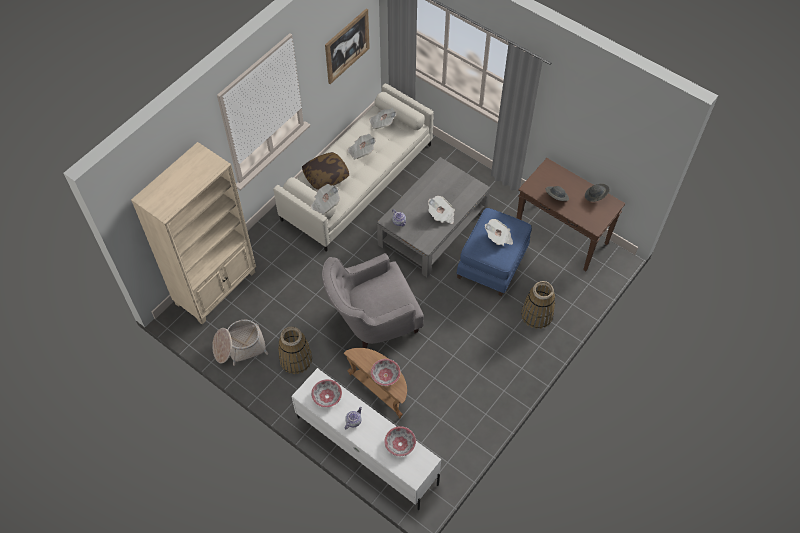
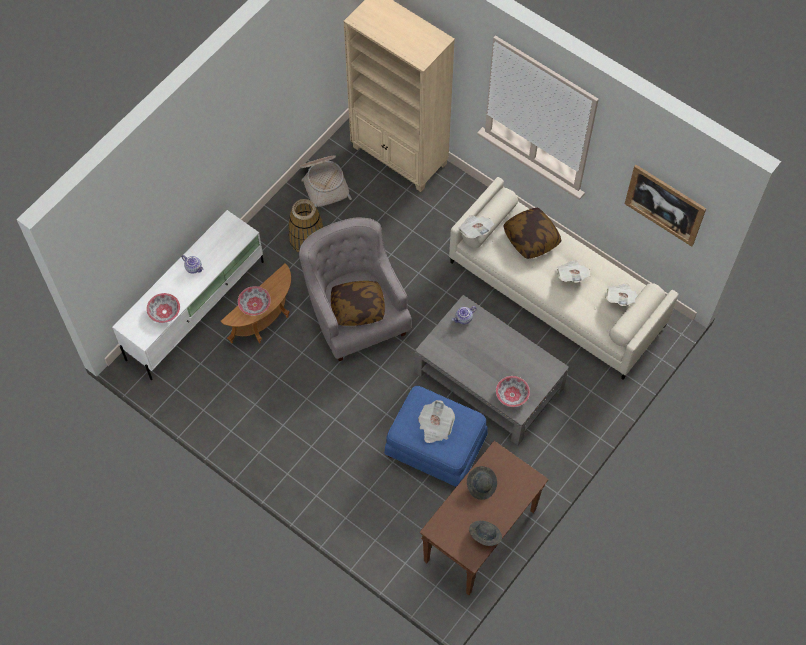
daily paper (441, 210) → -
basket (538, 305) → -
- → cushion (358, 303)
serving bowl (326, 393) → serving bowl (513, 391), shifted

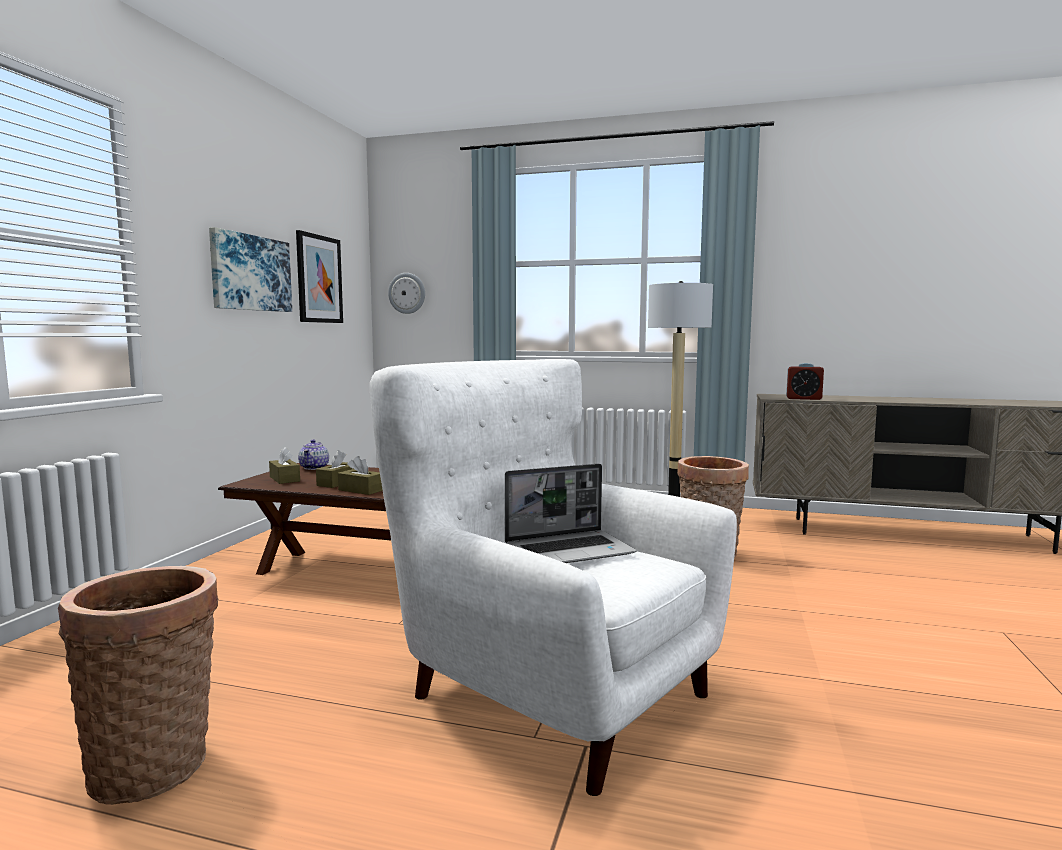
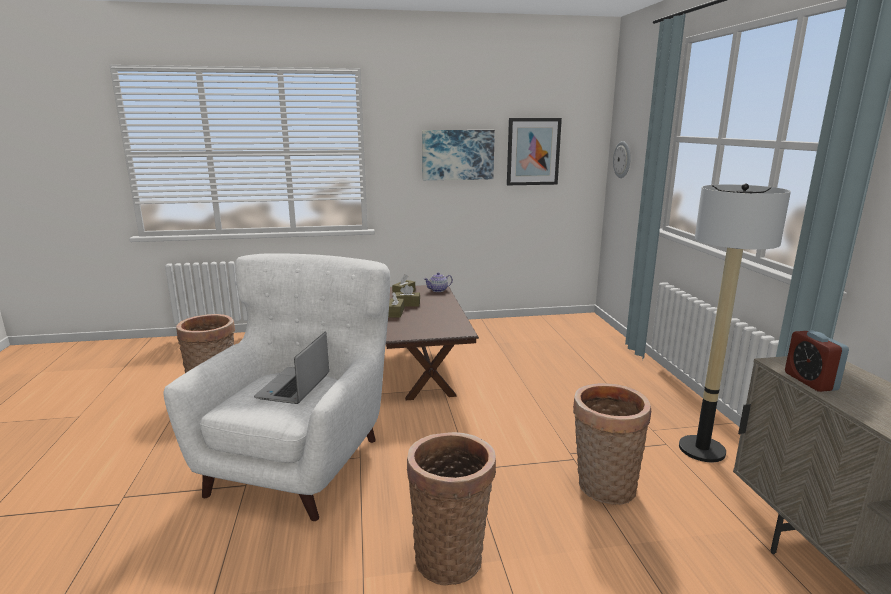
- → basket (451, 508)
portable computer (570, 513) → portable computer (291, 368), 60 degrees clockwise

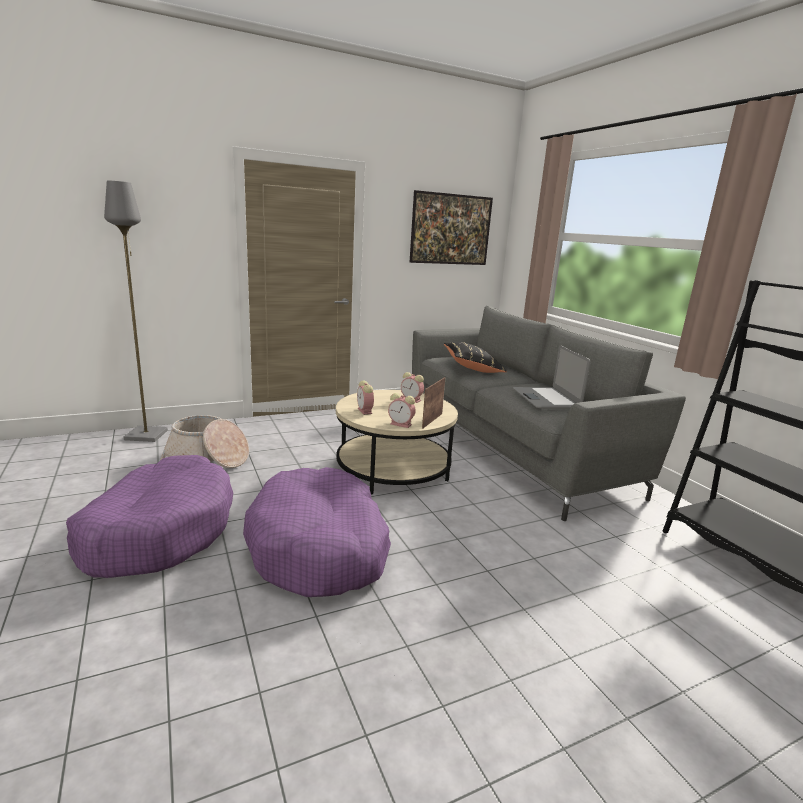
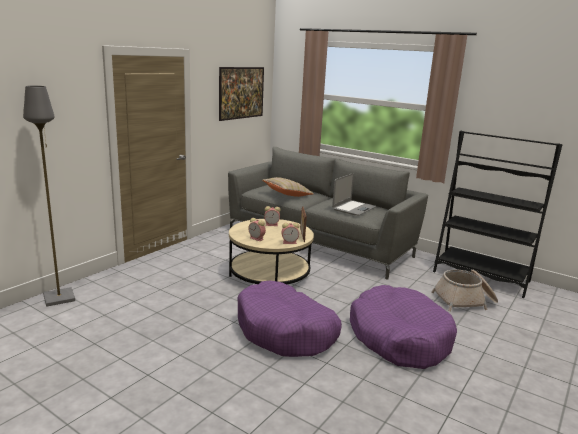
purple pet bed (149, 516) → purple pet bed (403, 327), shifted
basket (204, 441) → basket (464, 290), shifted
black-coloured cushion (475, 357) → beige-coloured cushion (288, 187)
portable computer (552, 377) → portable computer (354, 194), 105 degrees counterclockwise

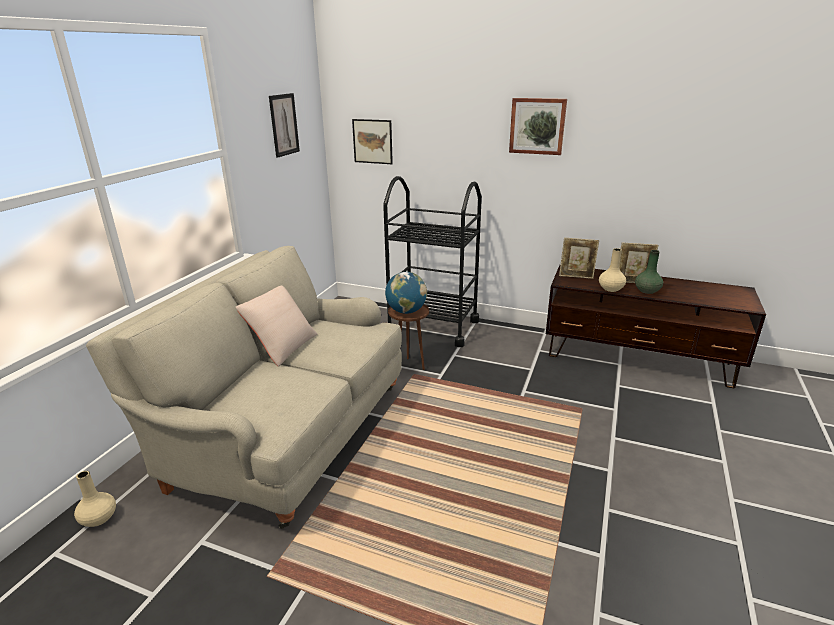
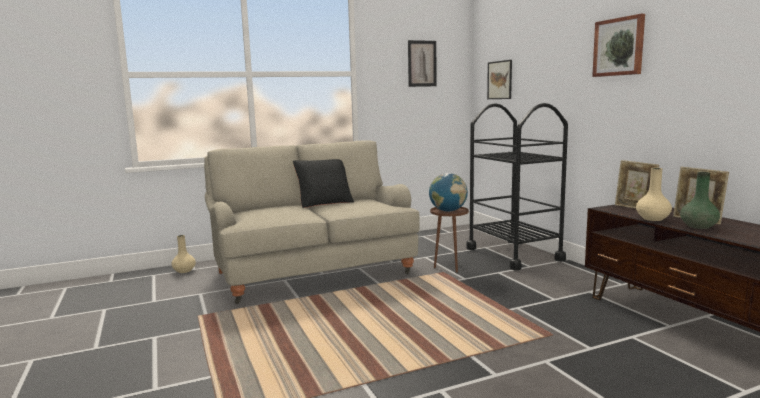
beige-coloured cushion (276, 326) → black-coloured cushion (323, 183)

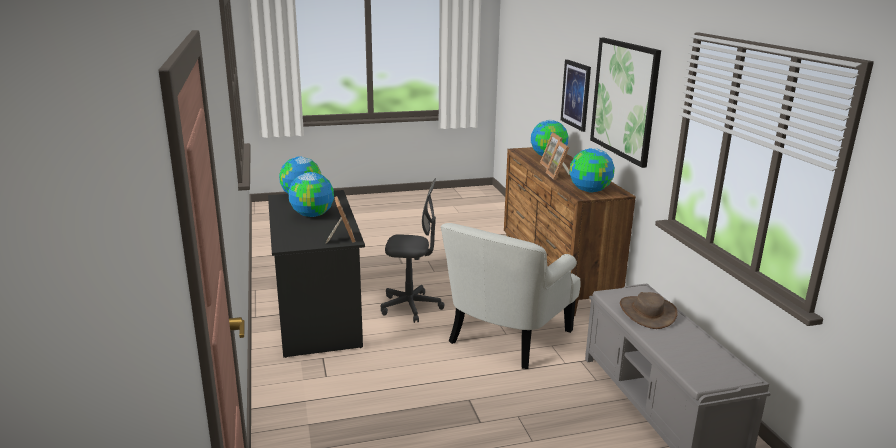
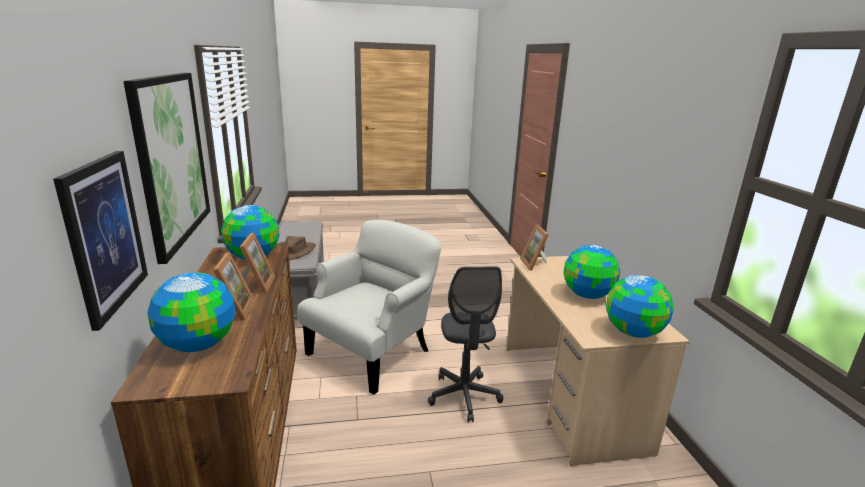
black-coloured desk unit (316, 274) → beige-coloured desk unit (598, 361)
greyish computer chair (412, 250) → greyish computer chair (465, 344), 105 degrees counterclockwise

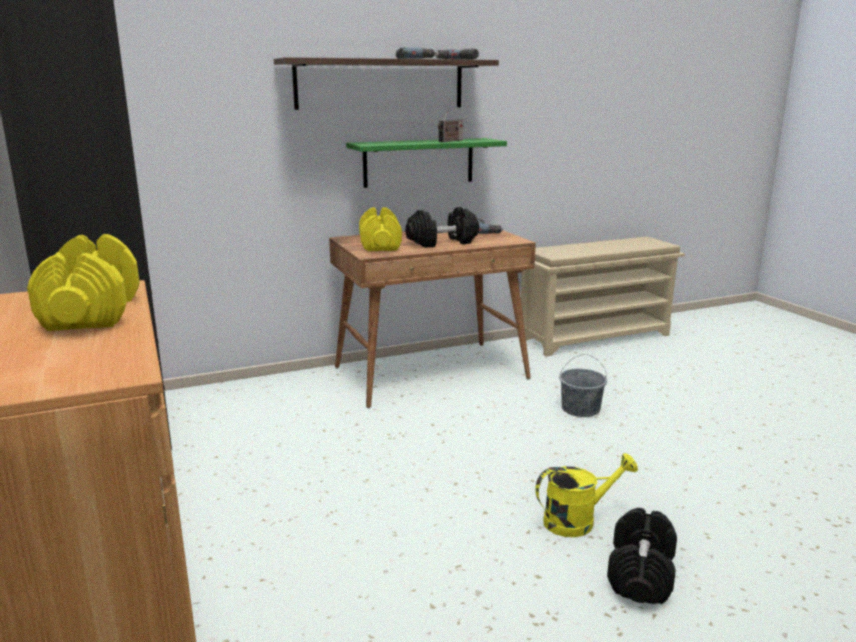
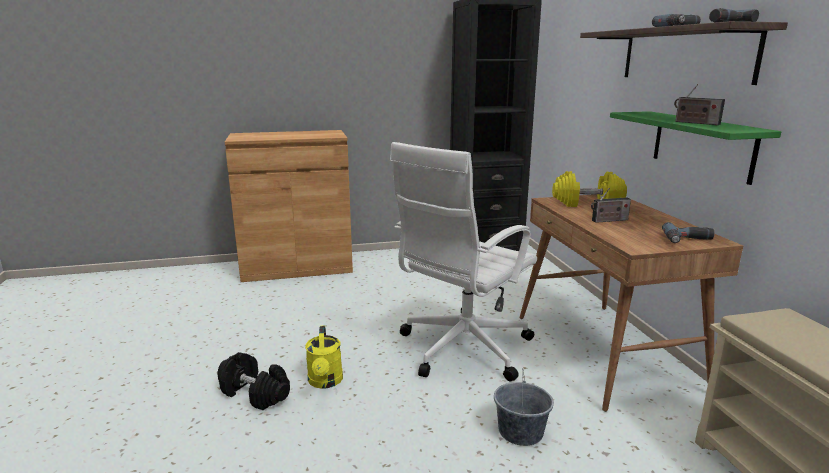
yellowish hand weight (83, 282) → -
- → whitish computer chair (463, 261)
black-coloured hand weight (442, 227) → radio receiver (611, 205)

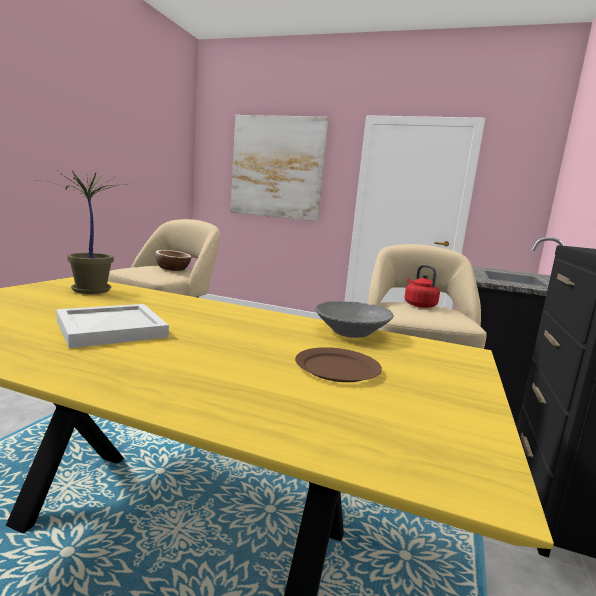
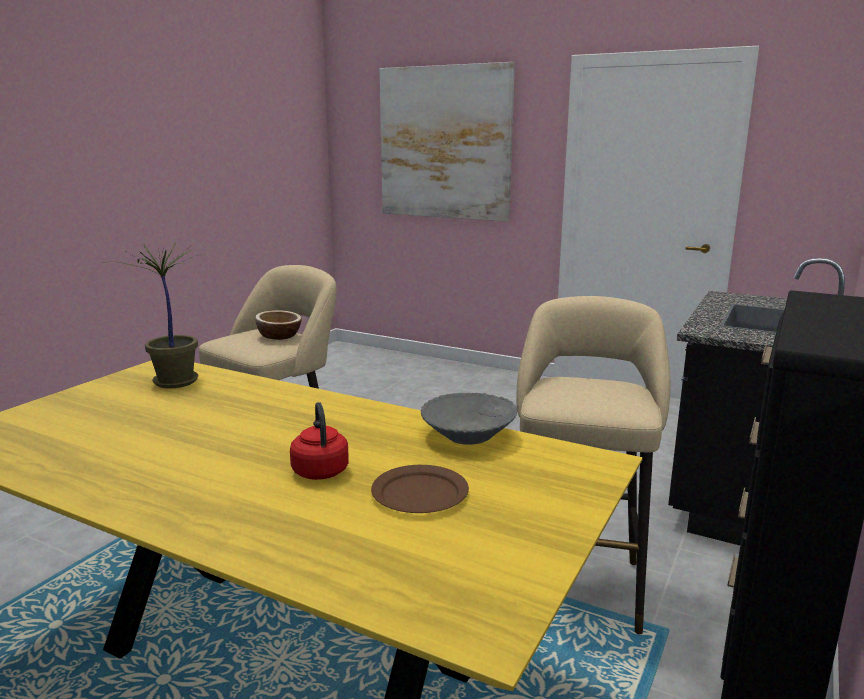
whitish serving tray (112, 326) → -
red-coloured tea kettle (422, 286) → red-coloured tea kettle (319, 441), shifted

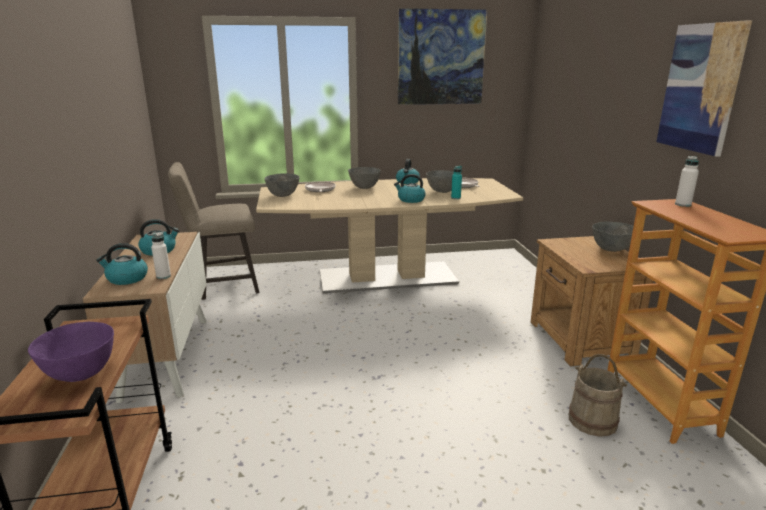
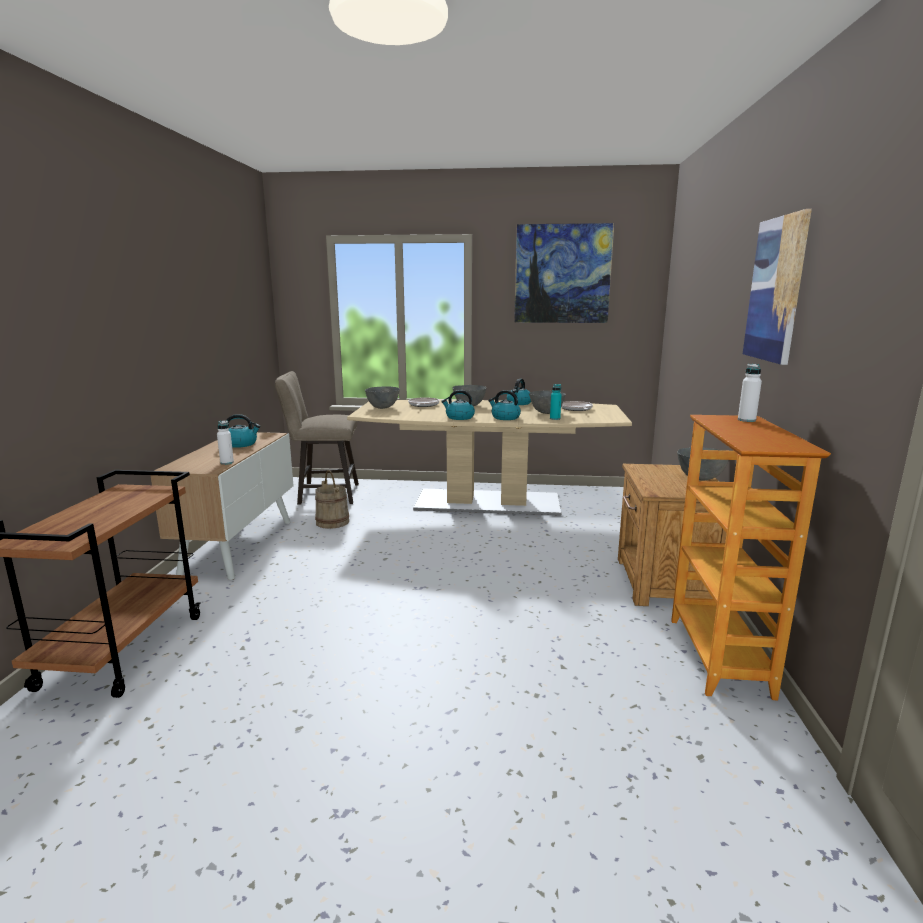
purple serving bowl (71, 352) → -
tea kettle (122, 264) → tea kettle (458, 405), shifted
beige-coloured water bucket (598, 395) → beige-coloured water bucket (332, 499), shifted

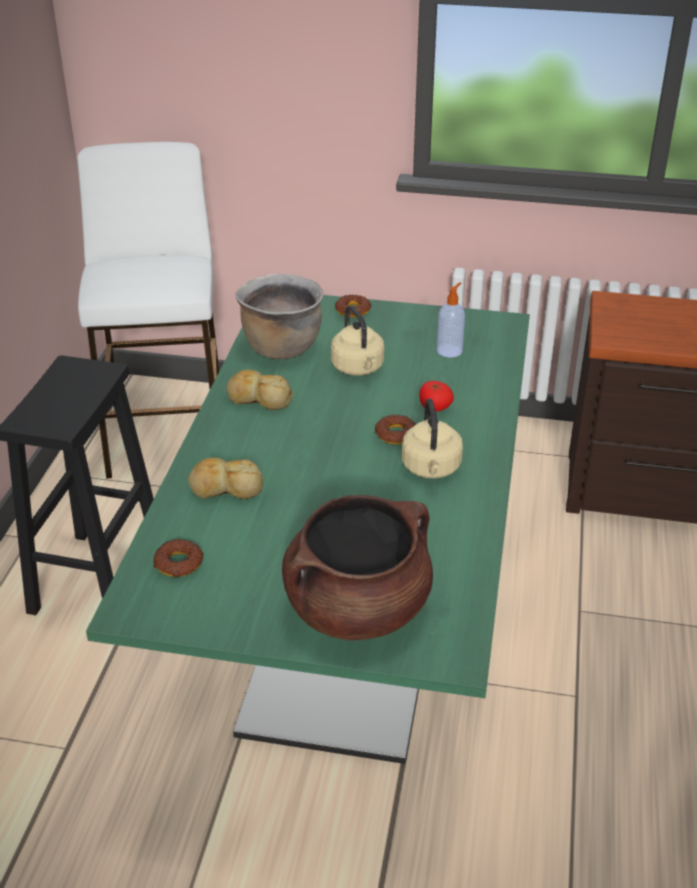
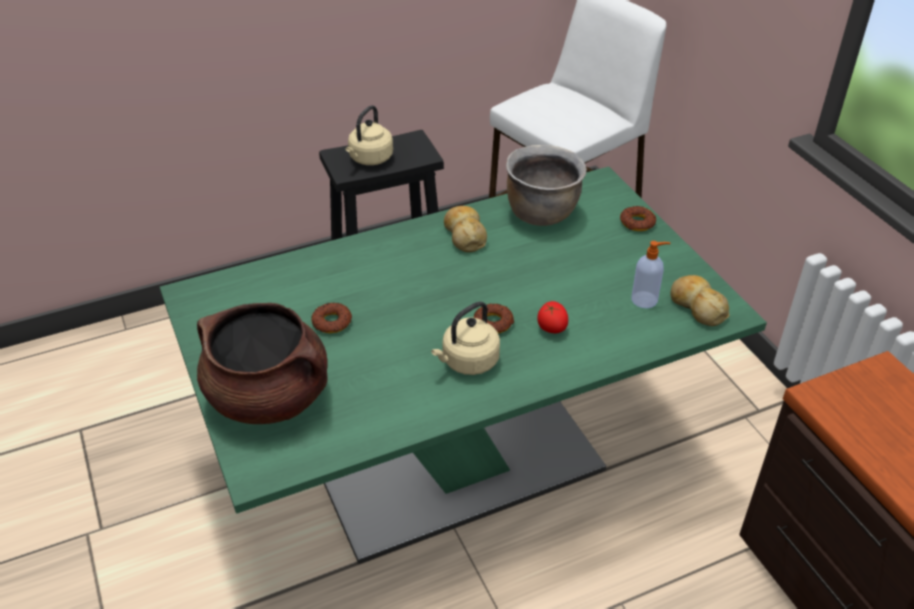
ring doughnut (178, 558) → ring doughnut (332, 318), shifted
bakery bread (225, 478) → bakery bread (700, 300), shifted
beige-coloured tea kettle (357, 340) → beige-coloured tea kettle (369, 135), shifted

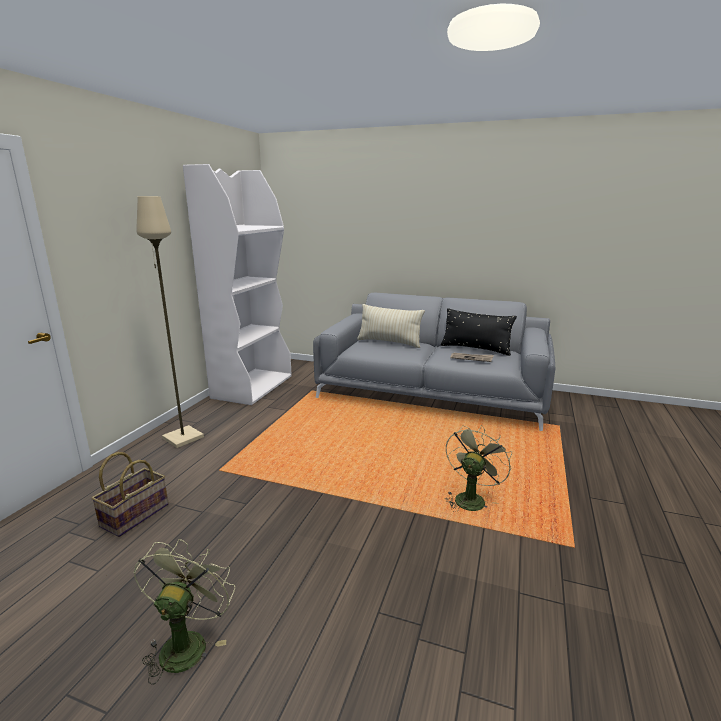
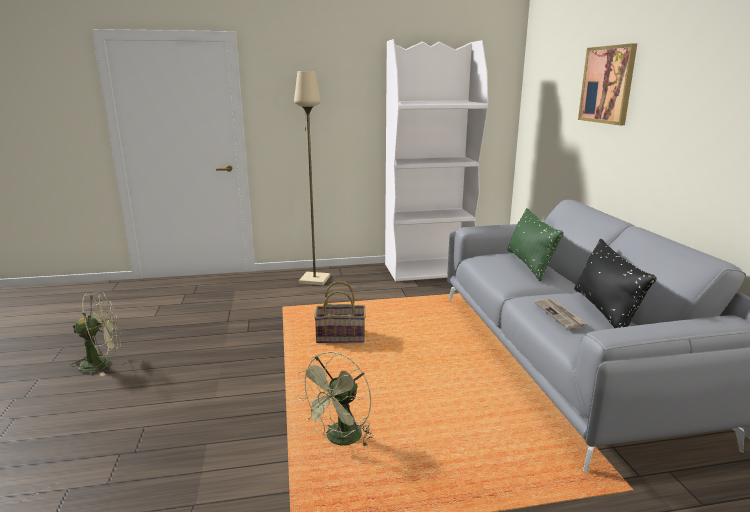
- → picture (607, 84)
basket (130, 494) → basket (340, 312), shifted
beige-coloured cushion (391, 326) → green-coloured cushion (536, 244)
green-coloured fan (478, 468) → green-coloured fan (335, 399), 120 degrees clockwise

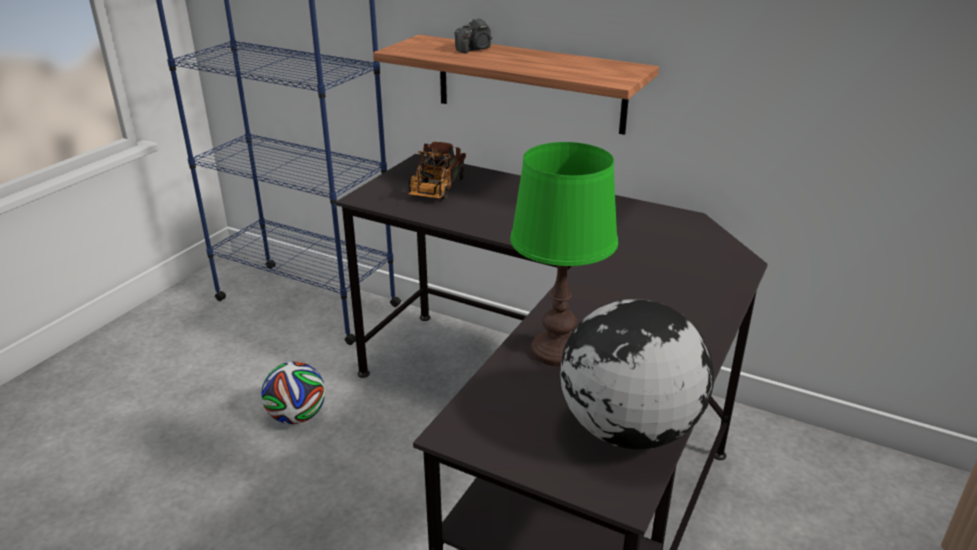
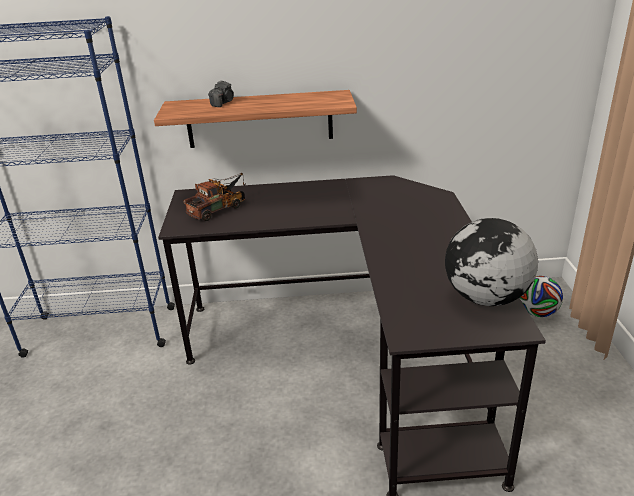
green-coloured table lamp (564, 254) → -
football (293, 392) → football (541, 296), shifted
toy truck (437, 171) → toy truck (214, 197), 120 degrees counterclockwise

